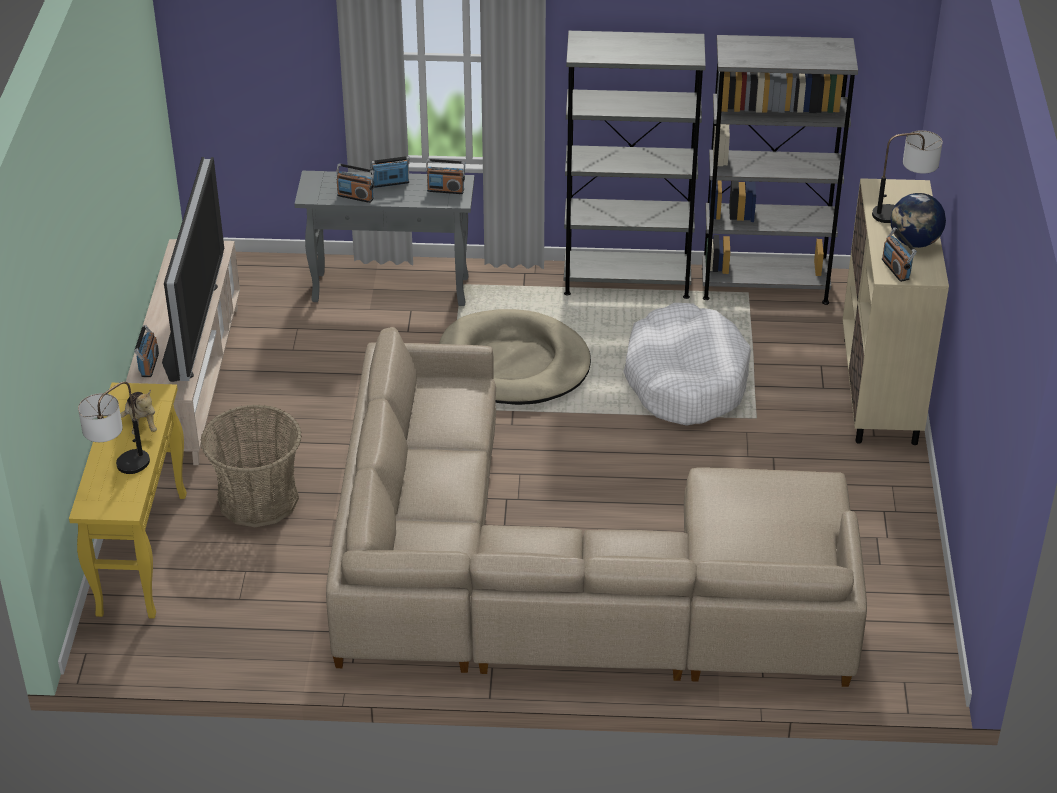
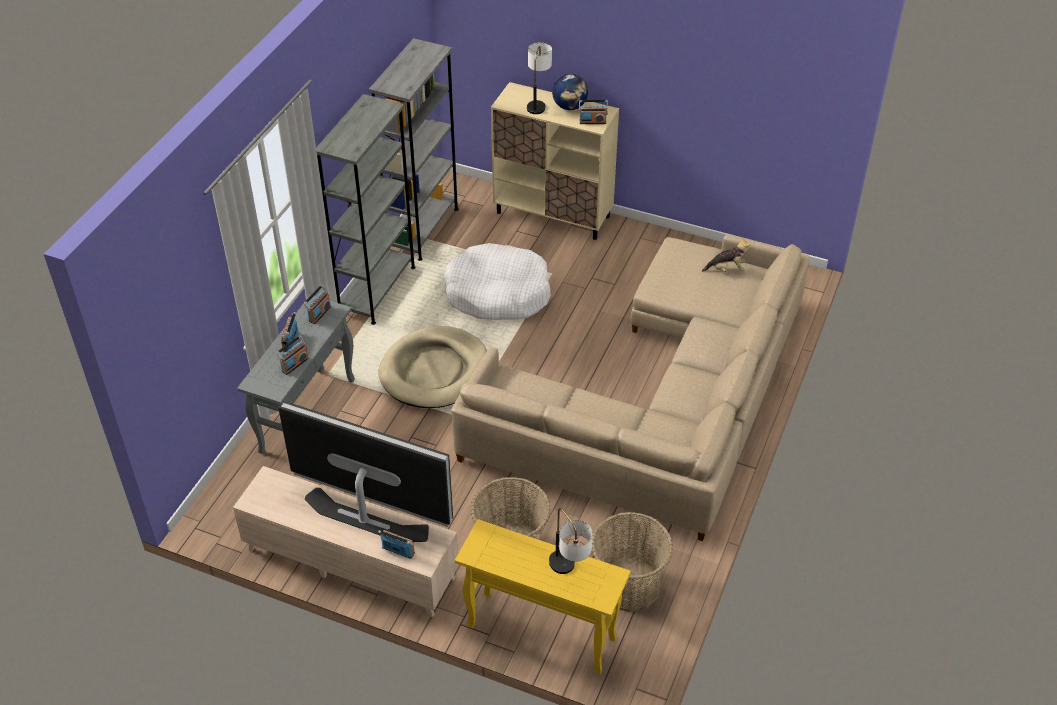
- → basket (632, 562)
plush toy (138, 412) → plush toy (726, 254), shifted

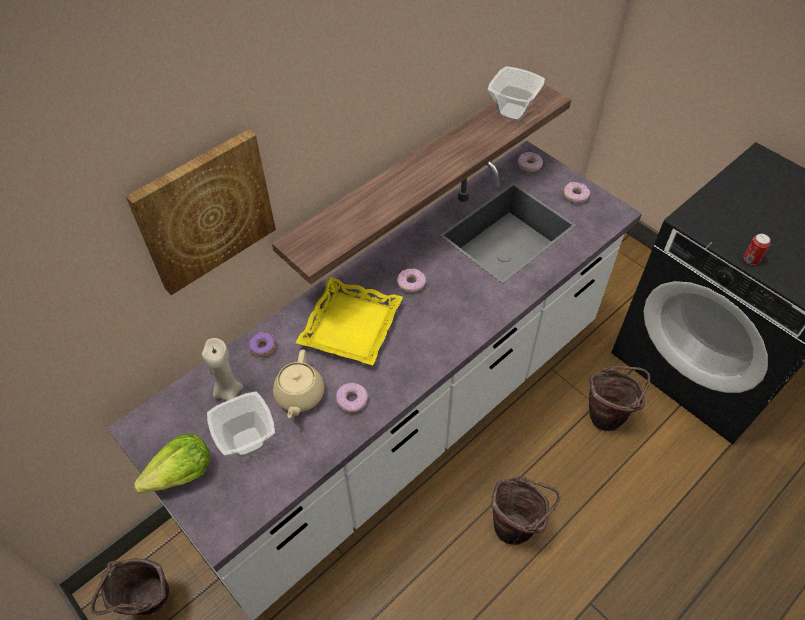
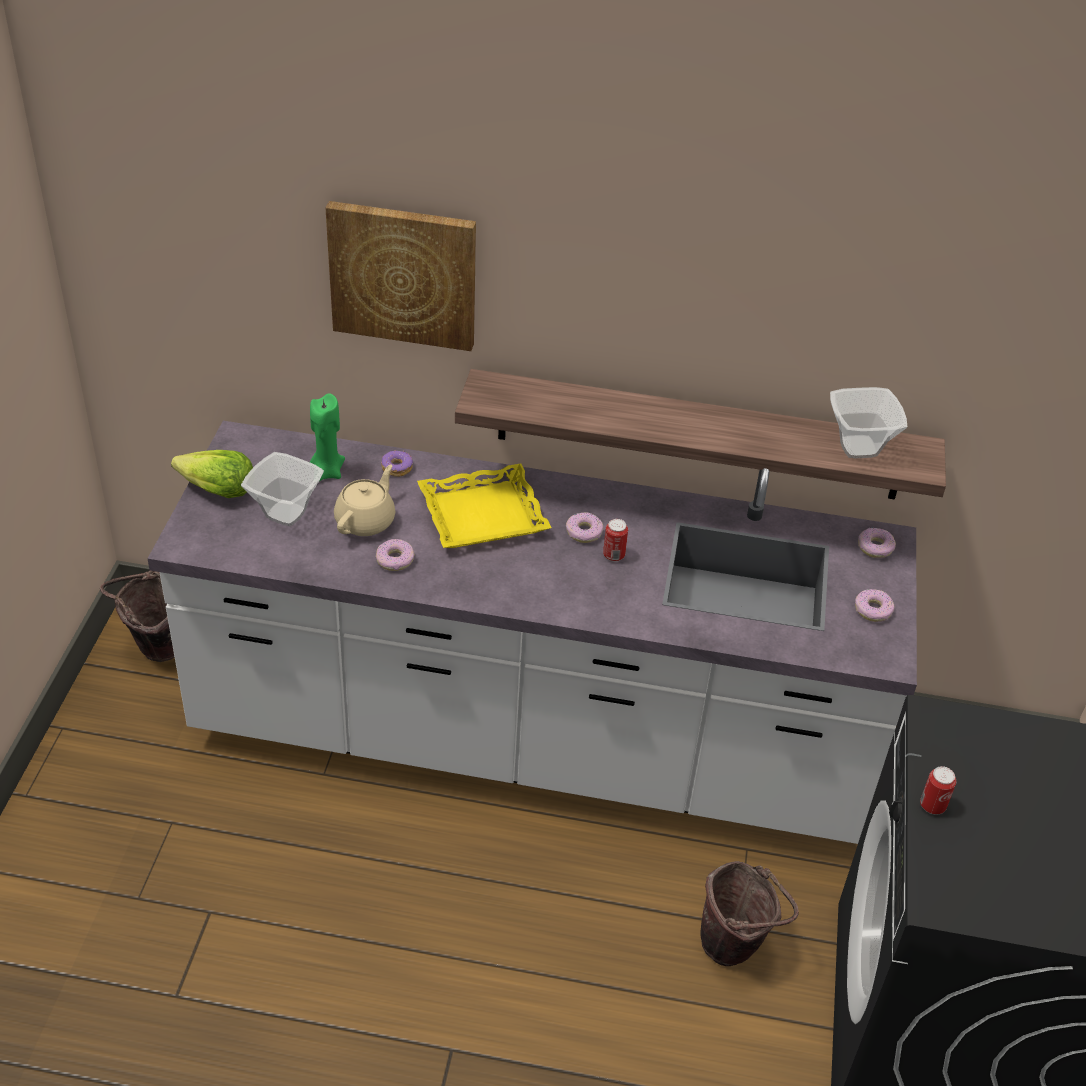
brown water bucket (526, 510) → -
- → sealed can (615, 540)
beige-coloured candle (222, 369) → green-coloured candle (327, 437)
beige-coloured tea pot (298, 384) → beige-coloured tea pot (364, 500), 150 degrees clockwise

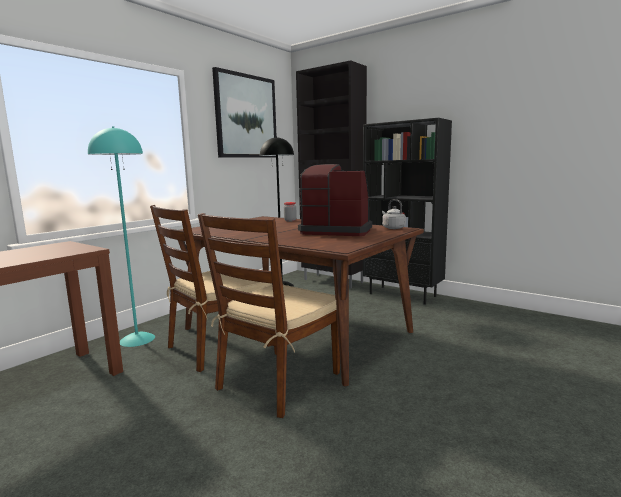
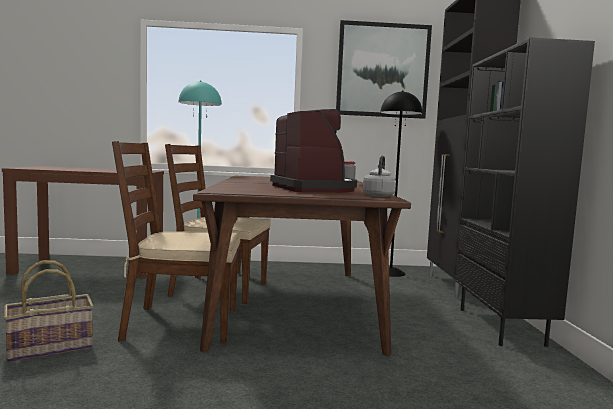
- → basket (49, 311)

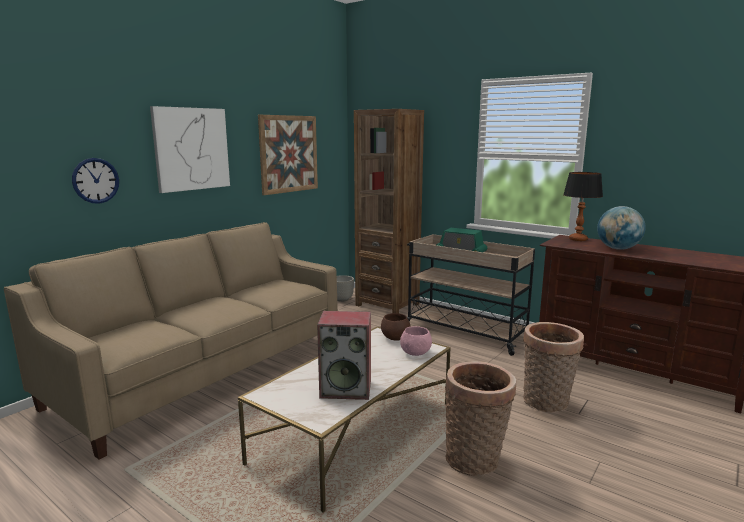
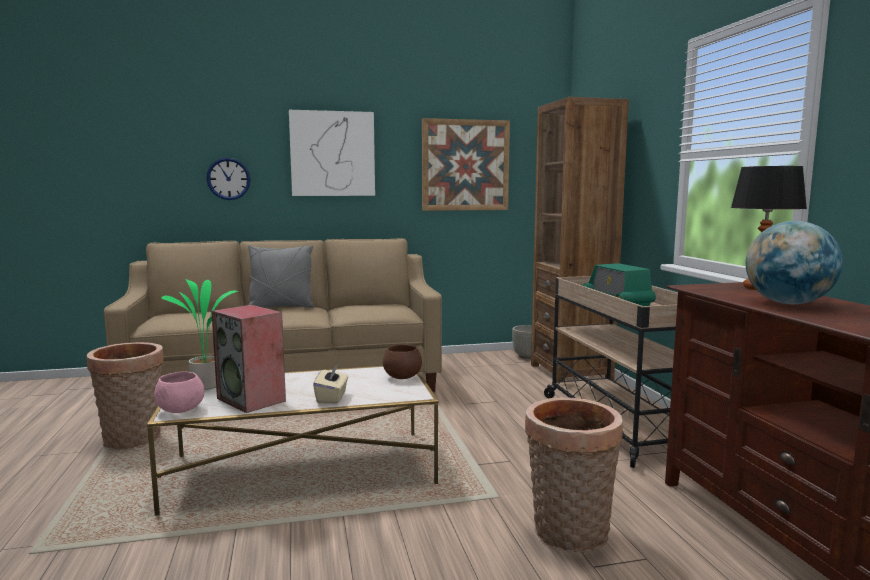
- → plant in a pot (200, 334)
- → greyish cushion (281, 276)
- → beige-coloured tissue box (330, 384)
pinkish serving bowl (416, 341) → pinkish serving bowl (179, 392), shifted
basket (480, 418) → basket (125, 396), shifted

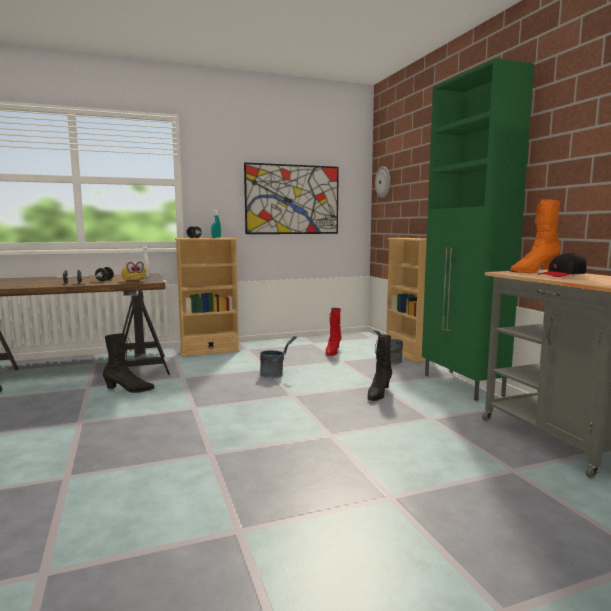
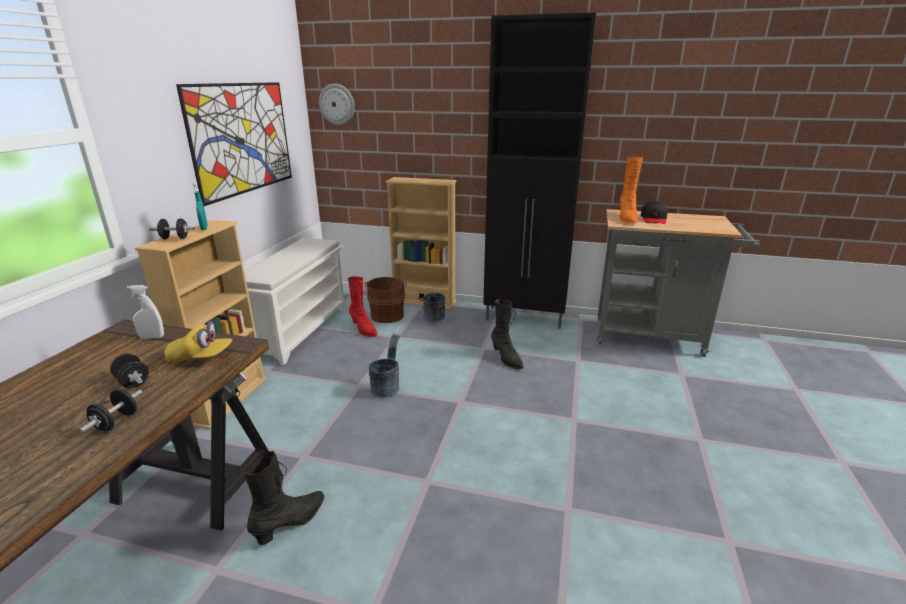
- → whitish shoe shelf (294, 301)
- → brown water bucket (386, 300)
green-coloured cupboard (478, 229) → black-coloured cupboard (539, 171)

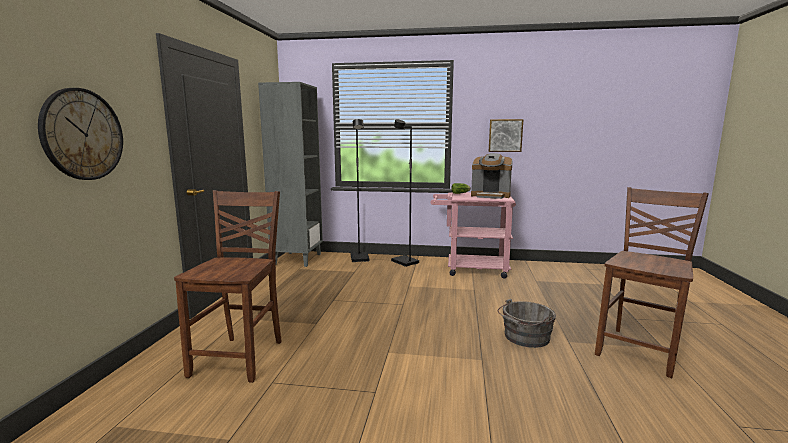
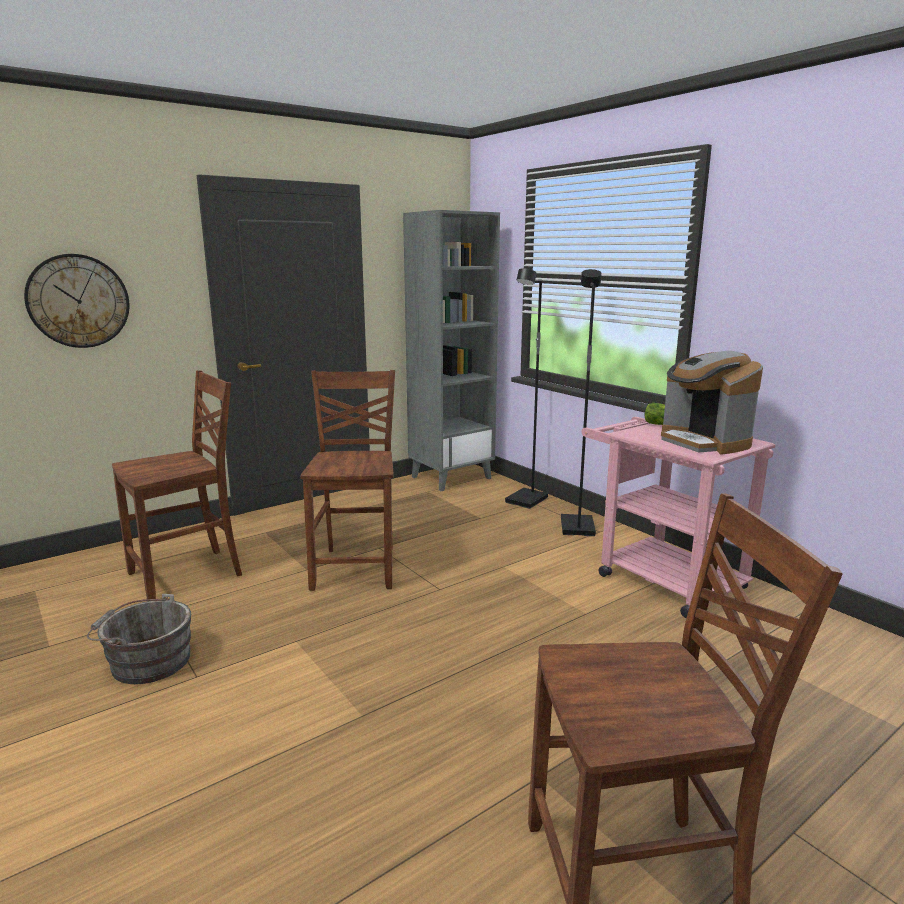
picture (506, 135) → -
- → brown plain chair (348, 480)
greyish water bucket (527, 323) → greyish water bucket (139, 639), shifted

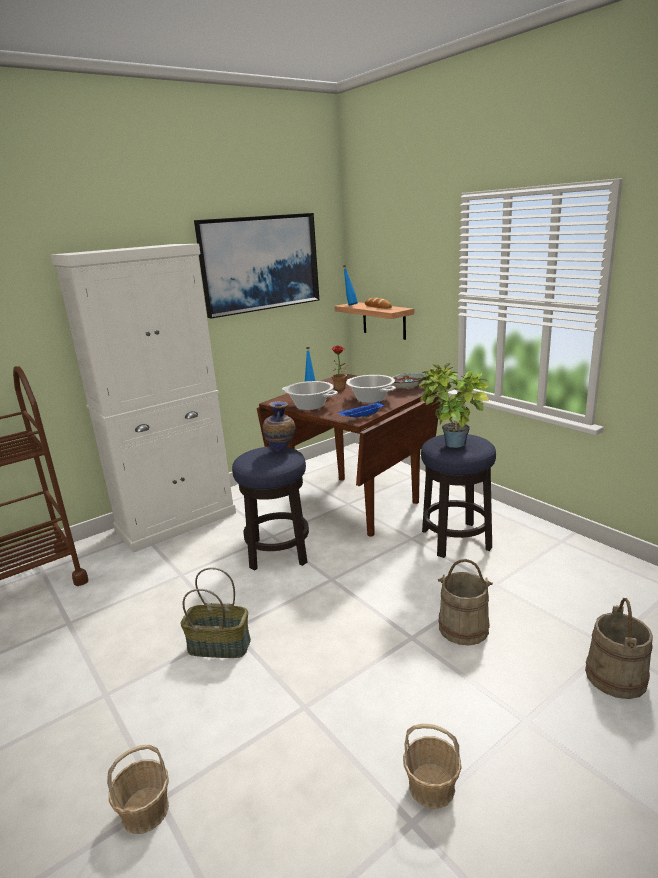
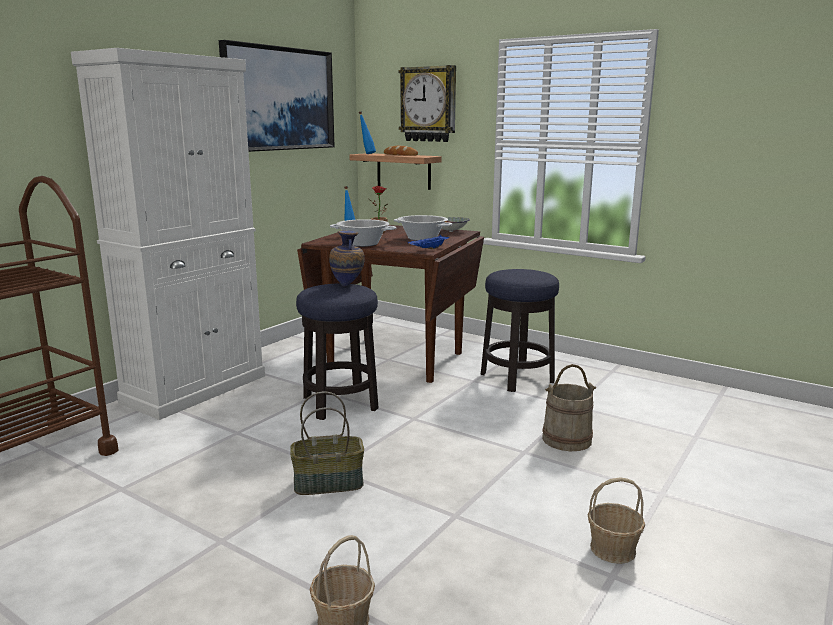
plant in a pot (453, 405) → -
beige-coloured water bucket (619, 648) → -
- → hanging clock (427, 103)

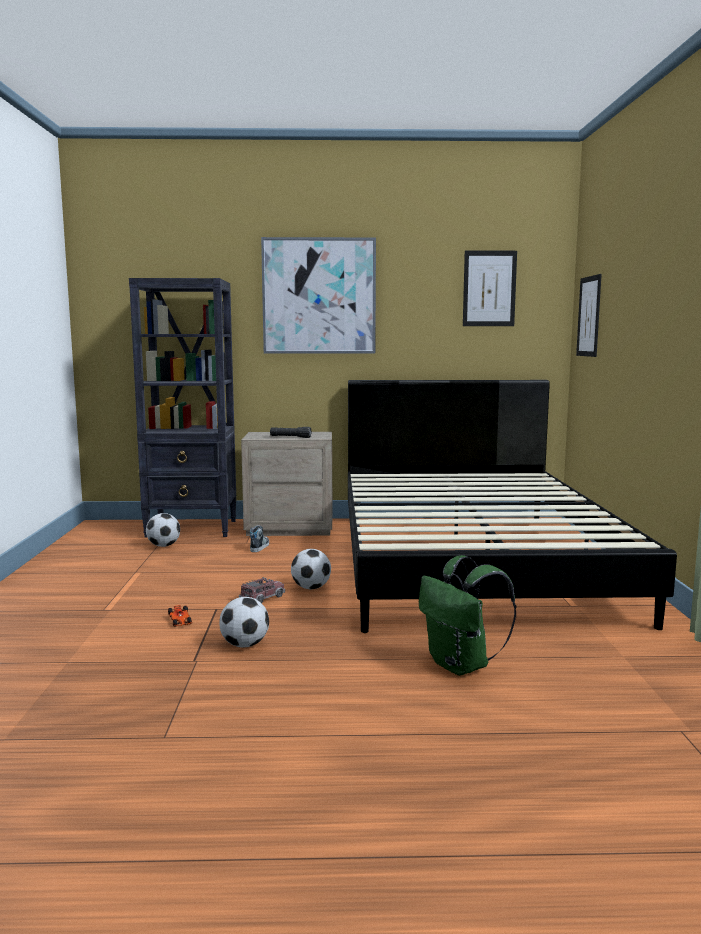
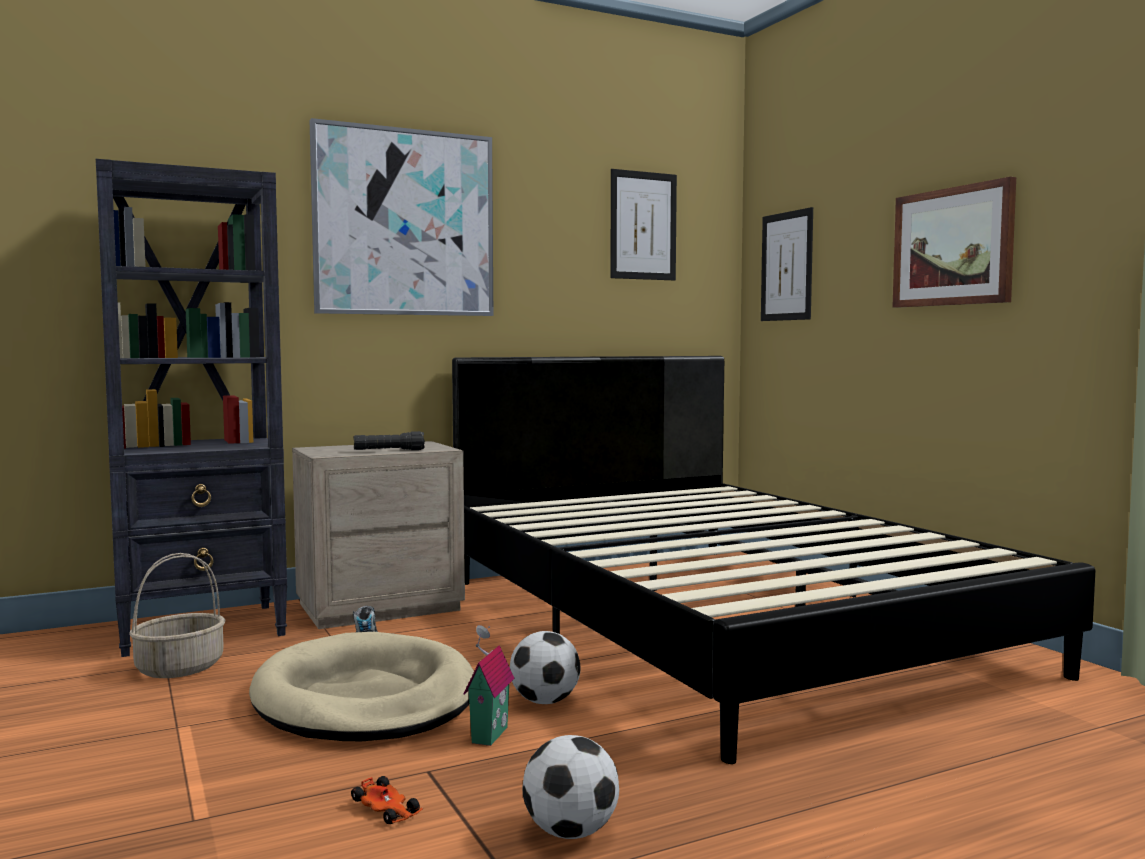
green-coloured knapsack (468, 615) → -
- → beige-coloured pet bed (361, 686)
- → picture (954, 242)
football (163, 530) → basket (177, 615)
toy truck (262, 590) → toy house (489, 685)

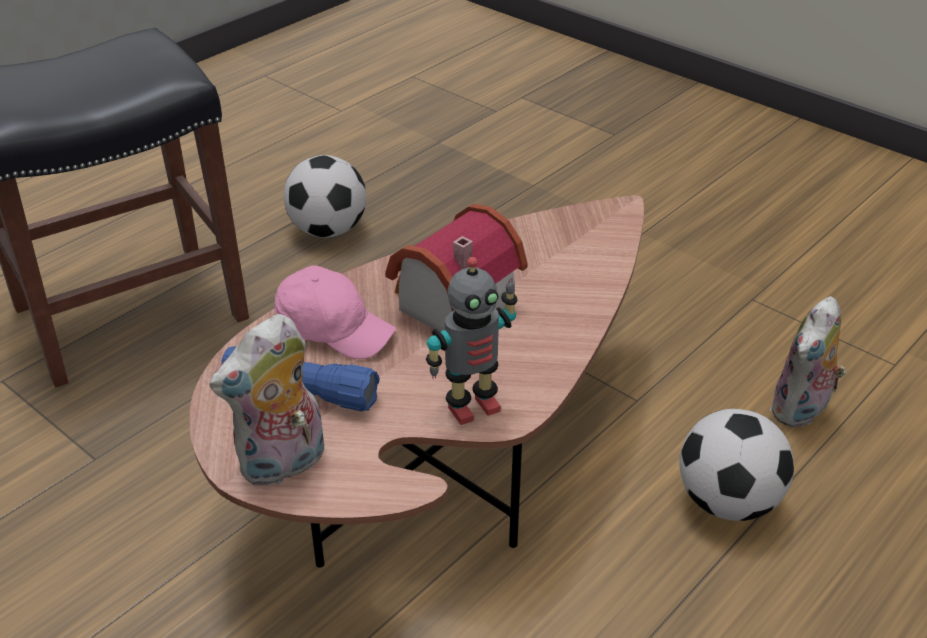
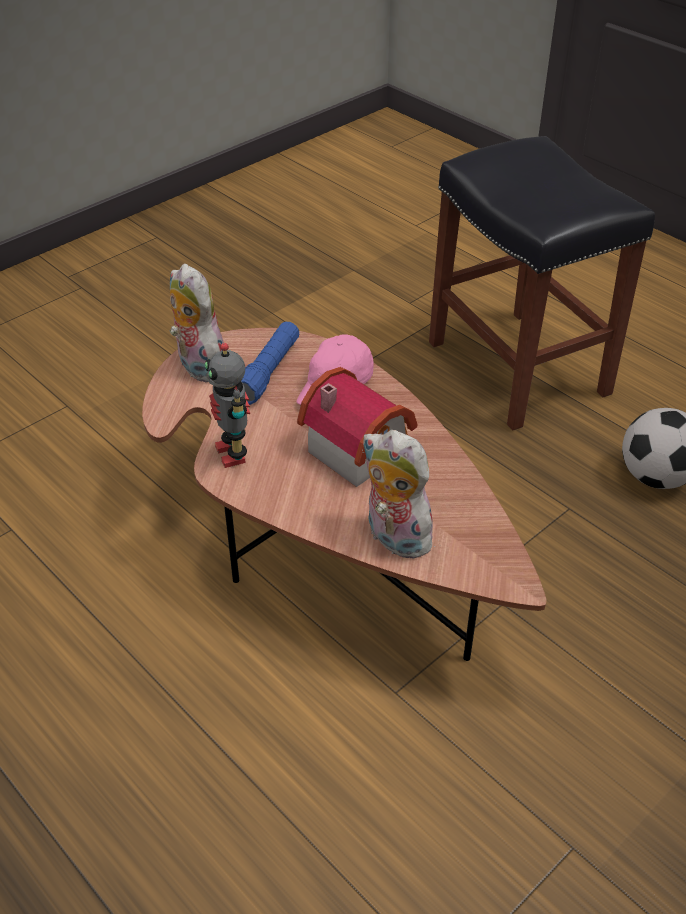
football (736, 465) → -
plush toy (807, 362) → plush toy (398, 494), shifted

